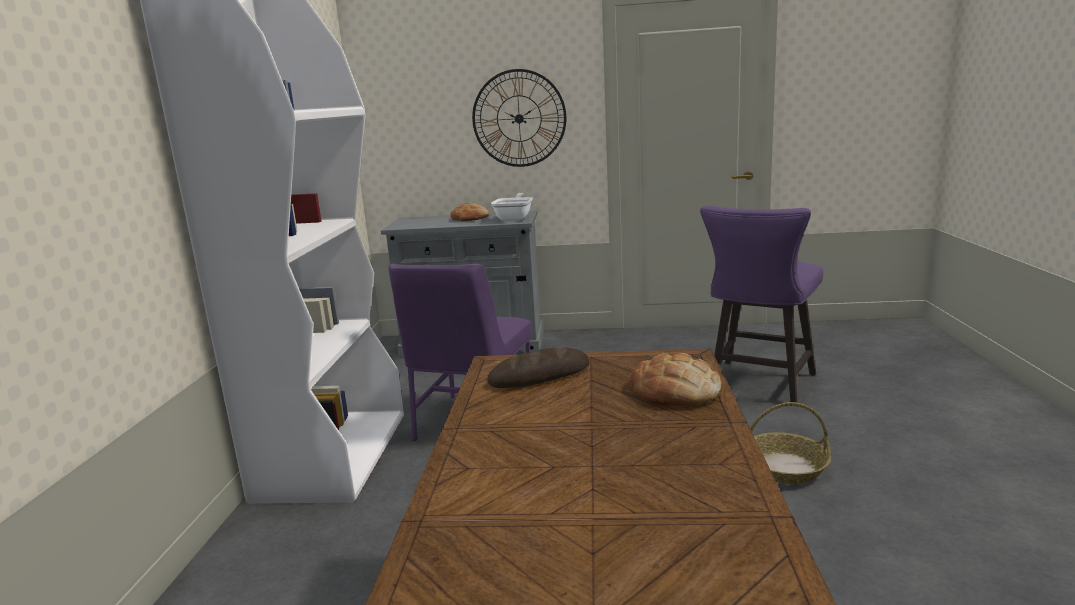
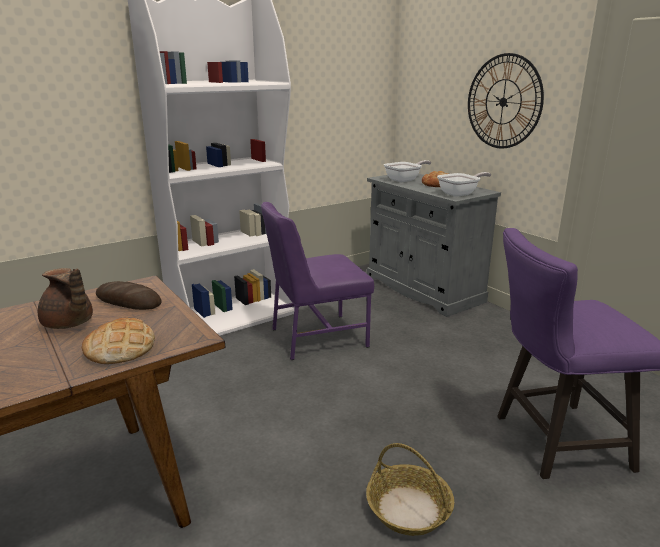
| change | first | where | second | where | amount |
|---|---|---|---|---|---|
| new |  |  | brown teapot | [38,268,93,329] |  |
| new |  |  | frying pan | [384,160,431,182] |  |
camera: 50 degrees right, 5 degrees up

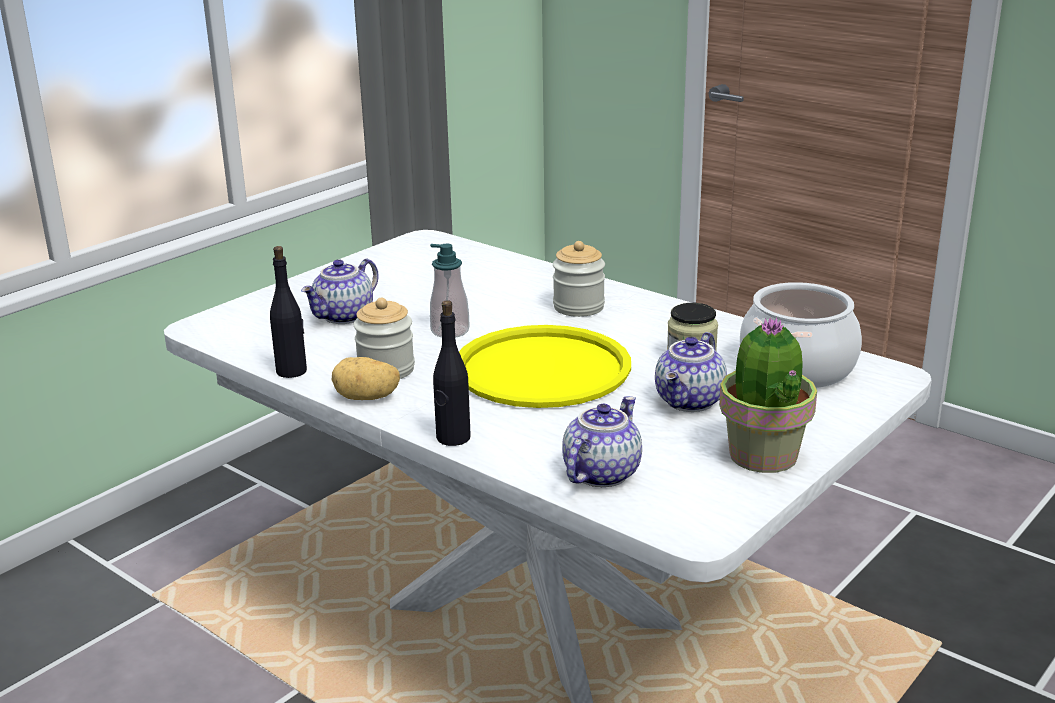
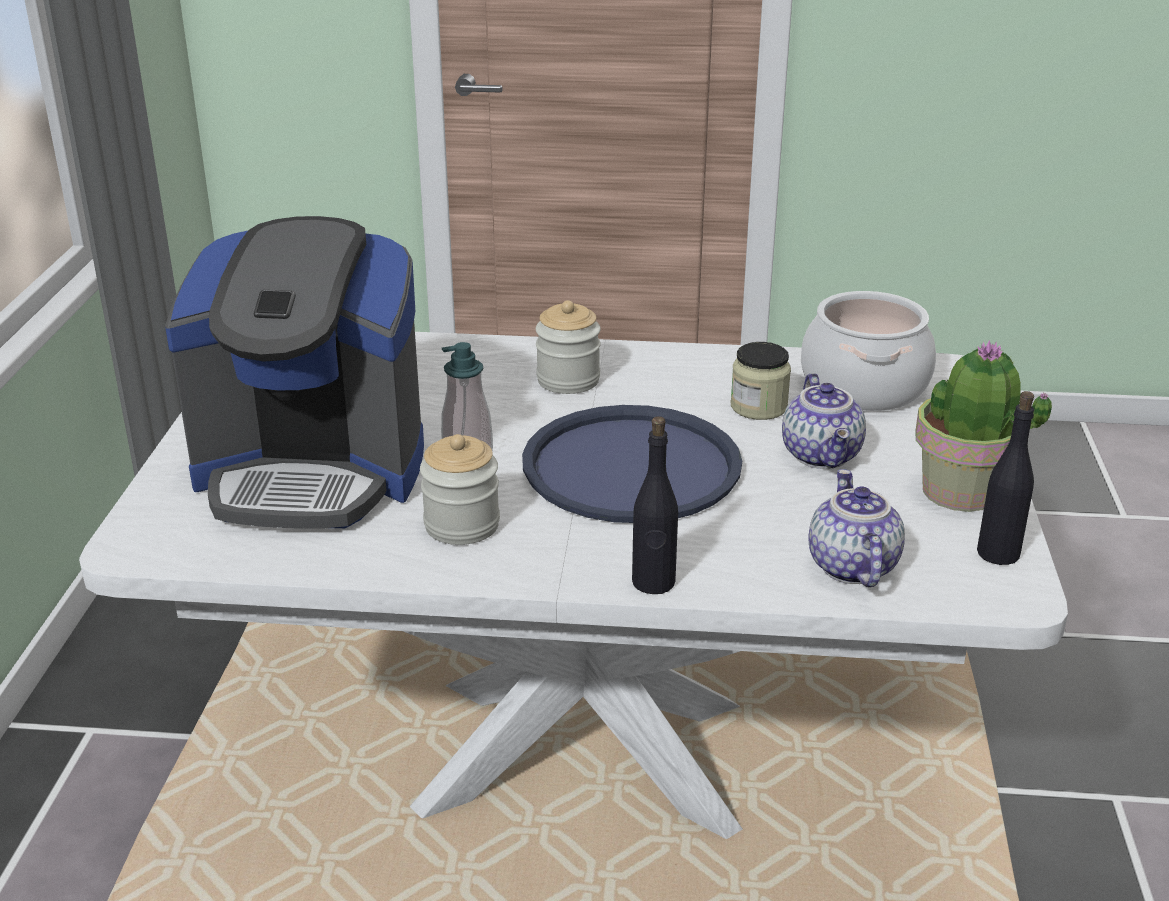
| change | first | where | second | where | amount |
|---|---|---|---|---|---|
| shifted | black bottle | [270,246,307,378] |  | [977,391,1034,565] |  |
| swapped | teapot | [301,259,379,324] | coffee machine | [165,216,424,529] |  |
| gone | potato | [332,357,400,400] |  |  |  |
| repainted | yellow tray | [459,325,631,408] | blue tray | [522,405,742,523] |  |
camera: 35 degrees left, 5 degrees up

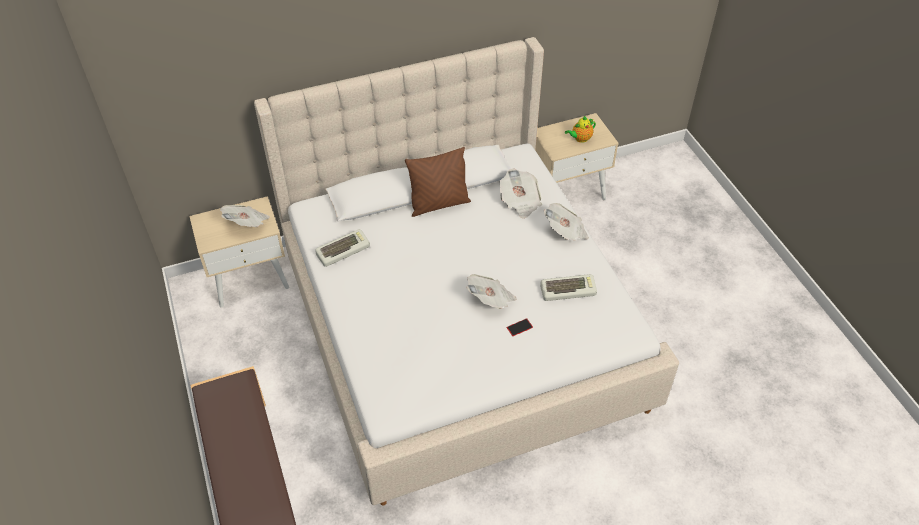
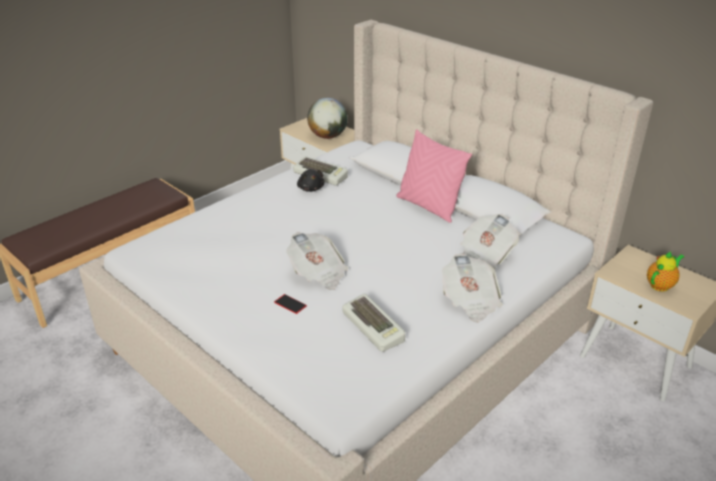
| change | first | where | second | where | amount |
|---|---|---|---|---|---|
| swapped | newspaper | [220,205,270,227] | globe | [307,98,348,139] |  |
| repainted | brown pillow | [405,147,471,217] | pink pillow | [396,129,472,223] |  |
| rotated | teapot | [565,116,596,143] |  | [647,251,685,292] | 105 degrees clockwise |
| new |  |  | black plush toy | [297,169,324,192] |  |
camera: 65 degrees right, 15 degrees down

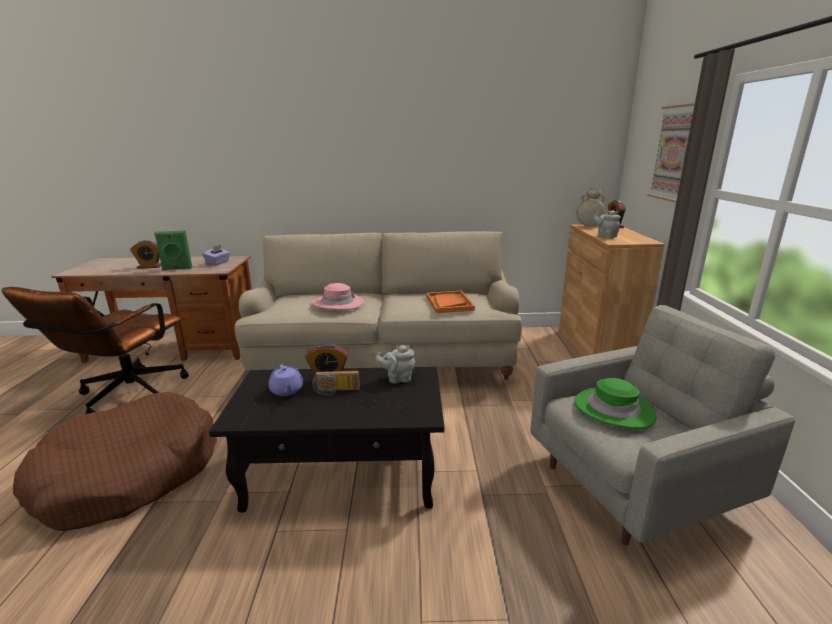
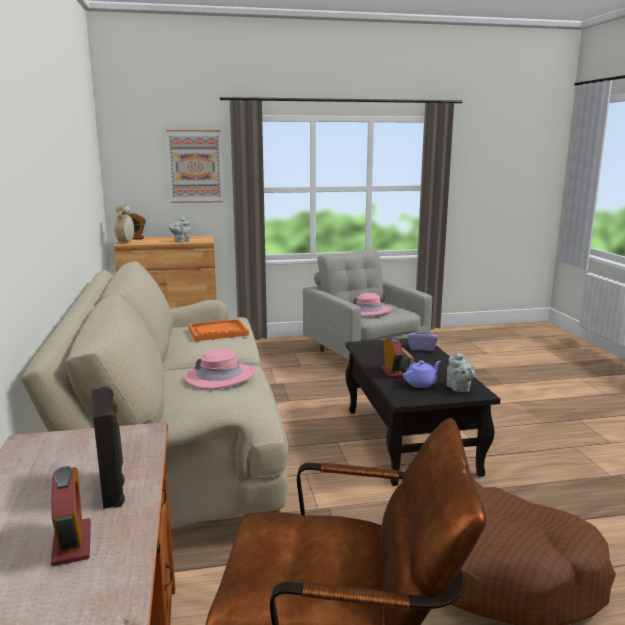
| change | first | where | second | where | amount |
|---|---|---|---|---|---|
| repainted | green speaker | [154,230,192,270] | black speaker | [92,386,125,509] |  |
| shifted | purple tissue box | [203,245,230,266] |  | [408,326,438,351] |  |
| shifted | grey teapot | [376,345,415,383] |  | [447,352,475,392] |  |
| repainted | green hat | [574,378,657,429] | pink hat | [353,293,392,316] |  |
camera: 100 degrees left, 5 degrees down

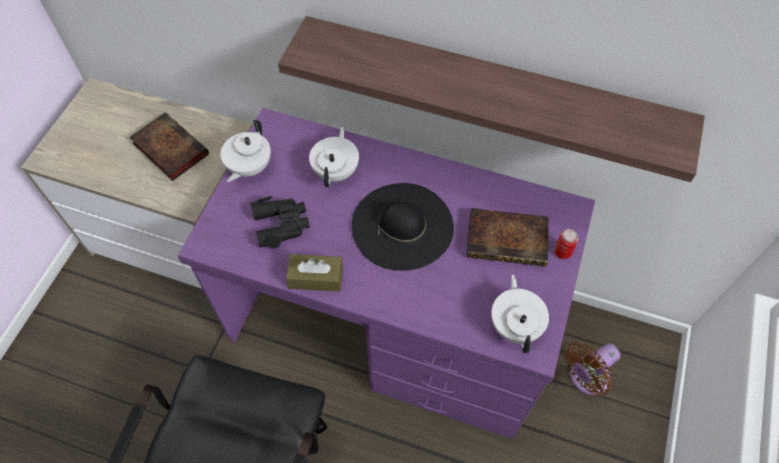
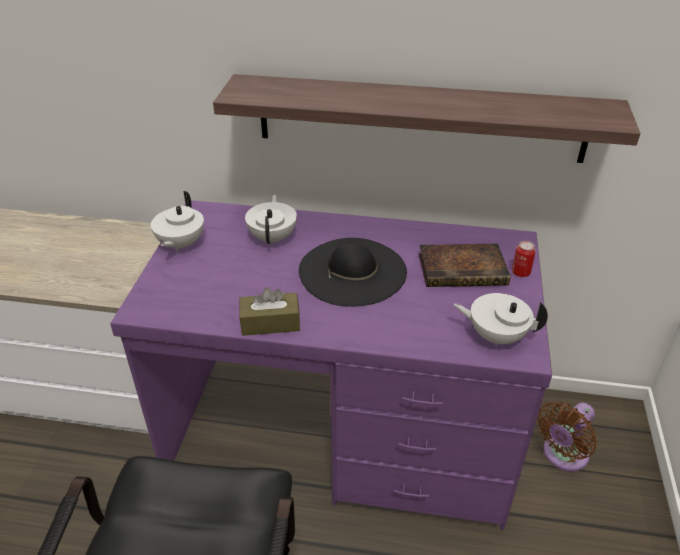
| change | first | where | second | where | amount |
|---|---|---|---|---|---|
| gone | book | [130,112,209,181] |  |  |  |
| gone | black binoculars | [250,196,310,249] |  |  |  |
| rotated | white teapot | [491,275,549,353] |  | [454,293,548,346] | 60 degrees counterclockwise |
camera: 10 degrees left, 20 degrees down

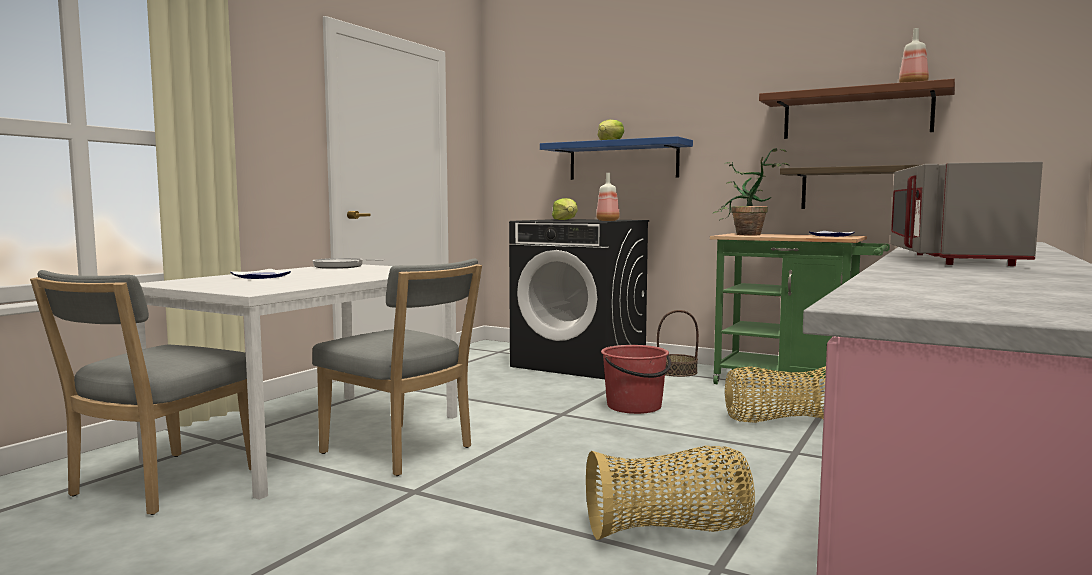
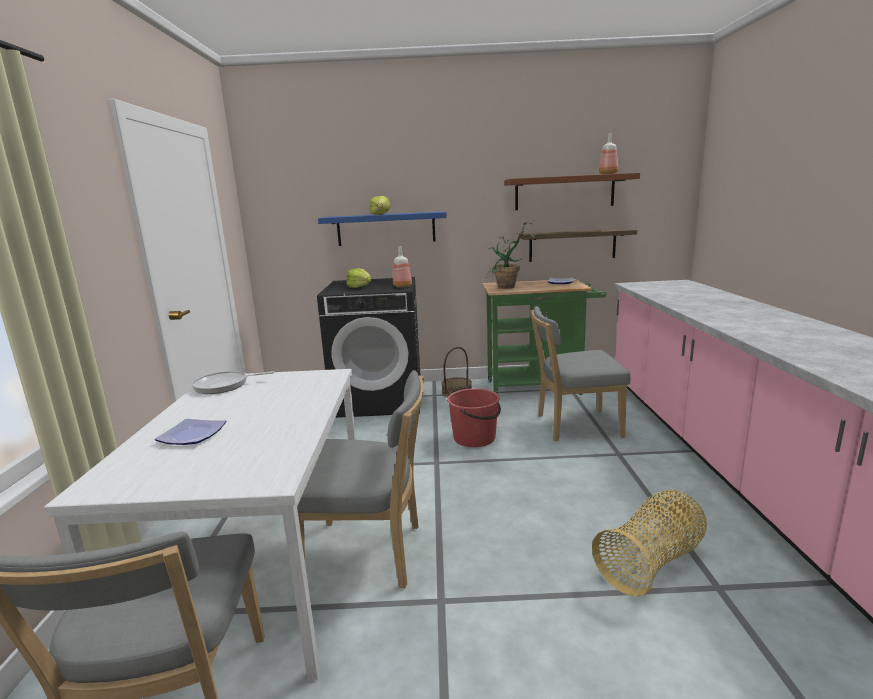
| change | first | where | second | where | amount |
|---|---|---|---|---|---|
| swapped | basket | [725,366,826,423] | grey chair | [530,306,630,442] |  |
| gone | grey microwave | [890,161,1043,266] |  |  |  |
camera: 30 degrees left, 10 degrees up

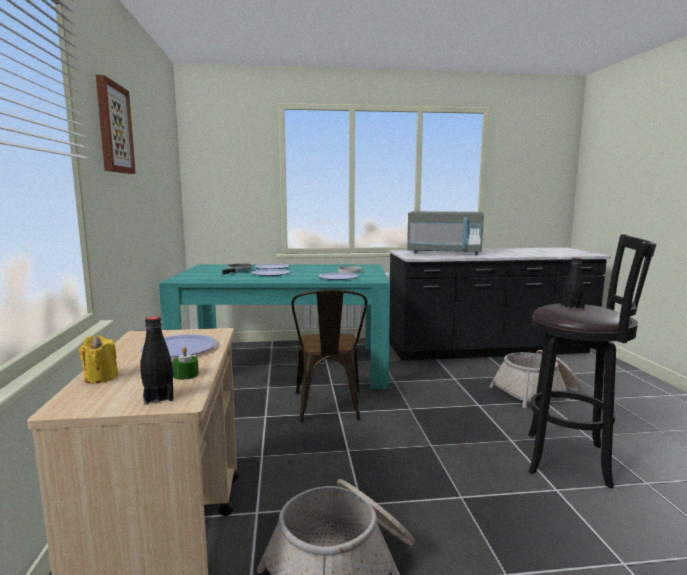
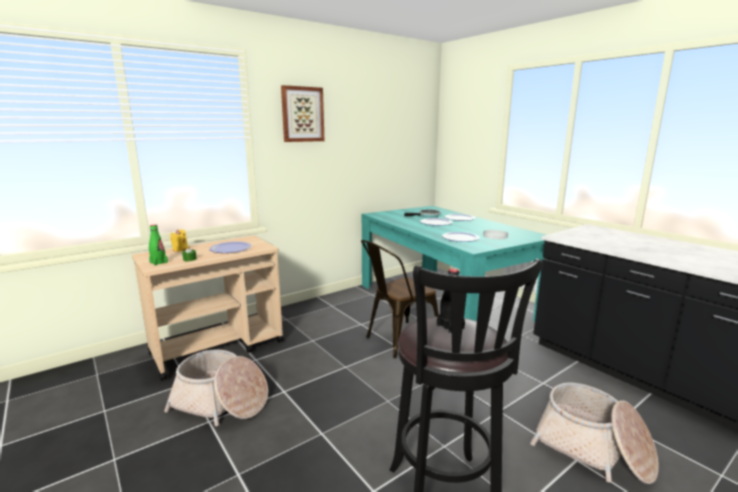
| change | first | where | second | where | amount |
|---|---|---|---|---|---|
| repainted | black bottle | [140,316,174,405] | green bottle | [149,225,168,266] |  |
| gone | grey microwave | [407,211,484,255] |  |  |  |
camera: 60 degrees right, 5 degrees up

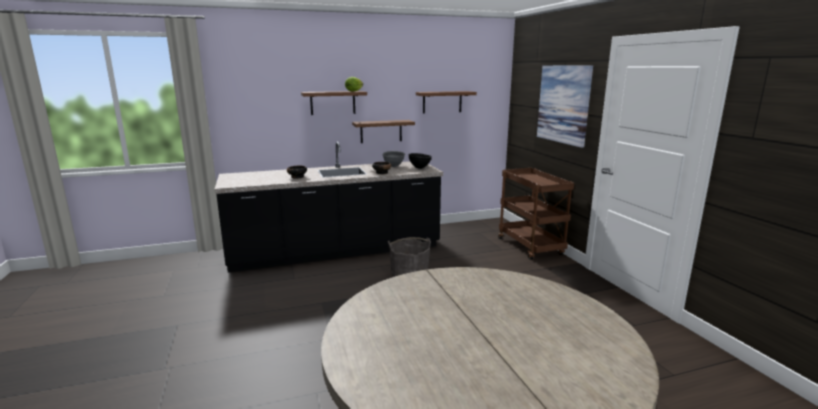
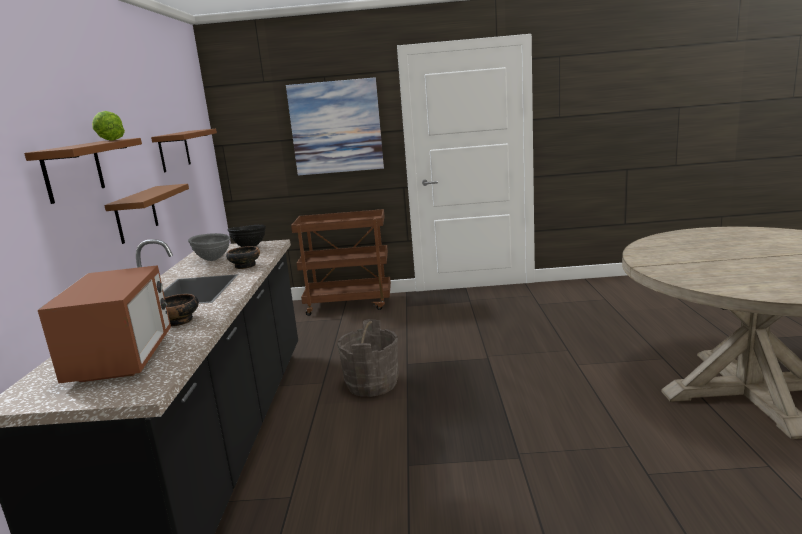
| change | first | where | second | where | amount |
|---|---|---|---|---|---|
| new |  |  | microwave | [38,265,171,383] |  |
camera: 70 degrees left, 0 degrees up

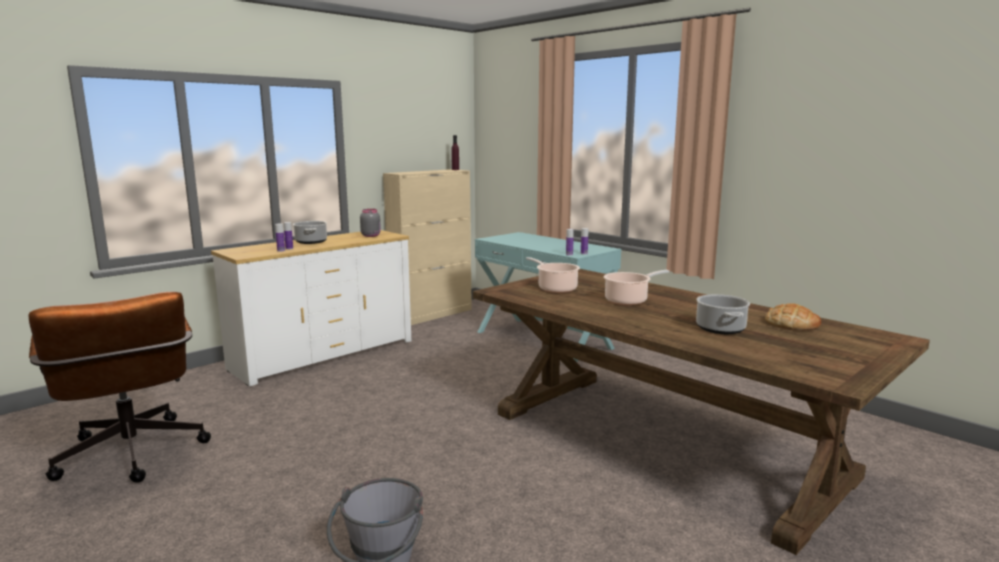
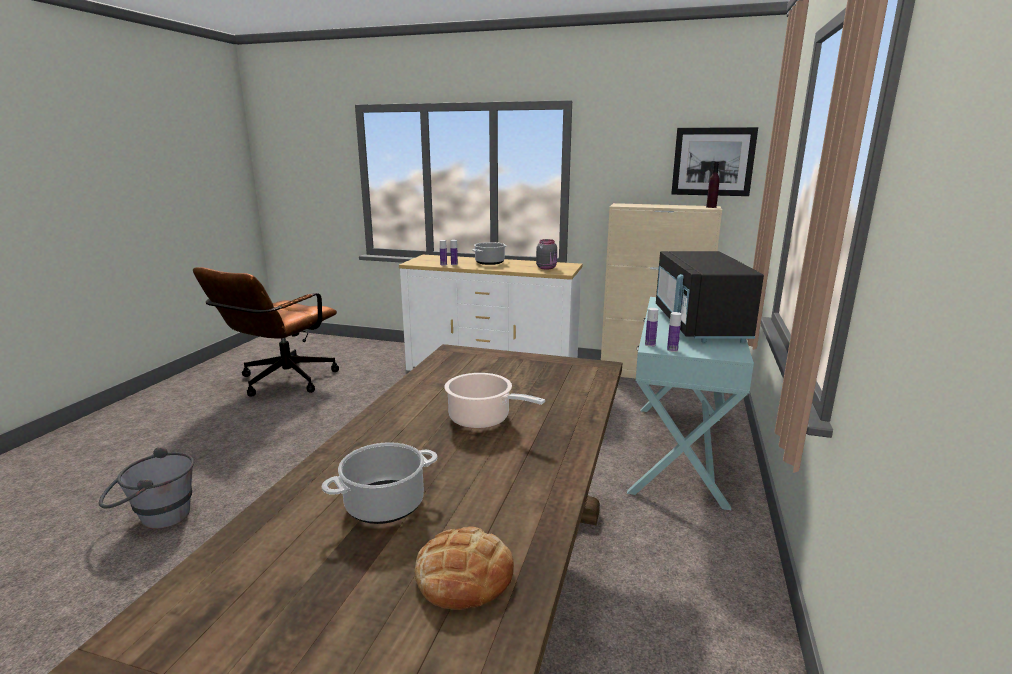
| change | first | where | second | where | amount |
|---|---|---|---|---|---|
| gone | cooking pot | [526,257,580,293] |  |  |  |
| new |  |  | black microwave | [656,251,764,343] |  |
| new |  |  | picture | [671,127,758,196] |  |
camera: 60 degrees right, 5 degrees up

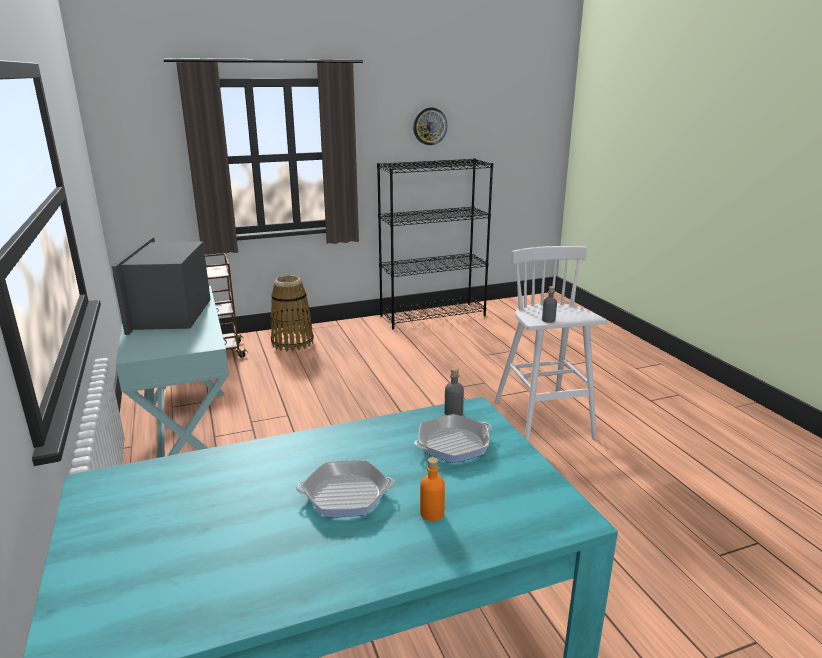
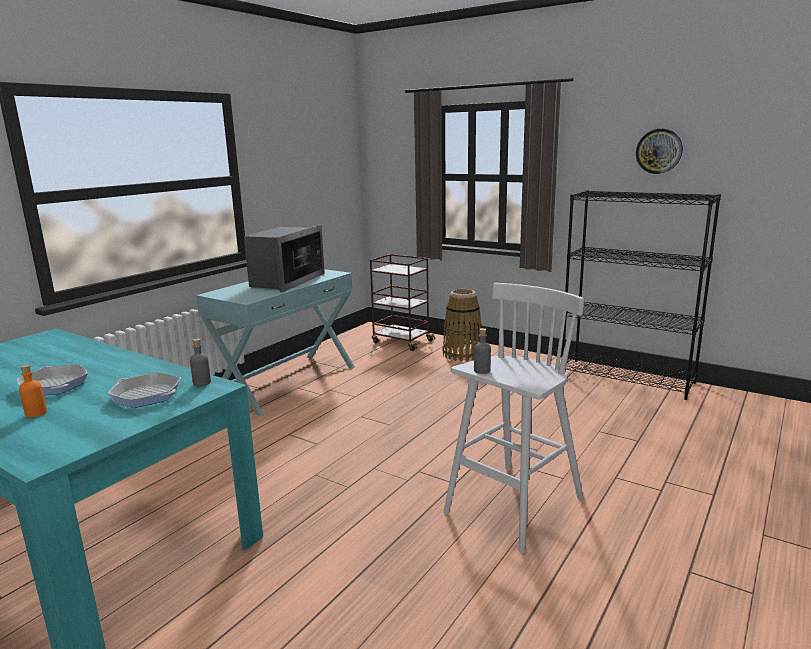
| change | first | where | second | where | amount |
|---|---|---|---|---|---|
| rotated | microwave | [112,237,211,335] |  | [244,225,325,292] | 150 degrees clockwise |
camera: 55 degrees right, 5 degrees down

